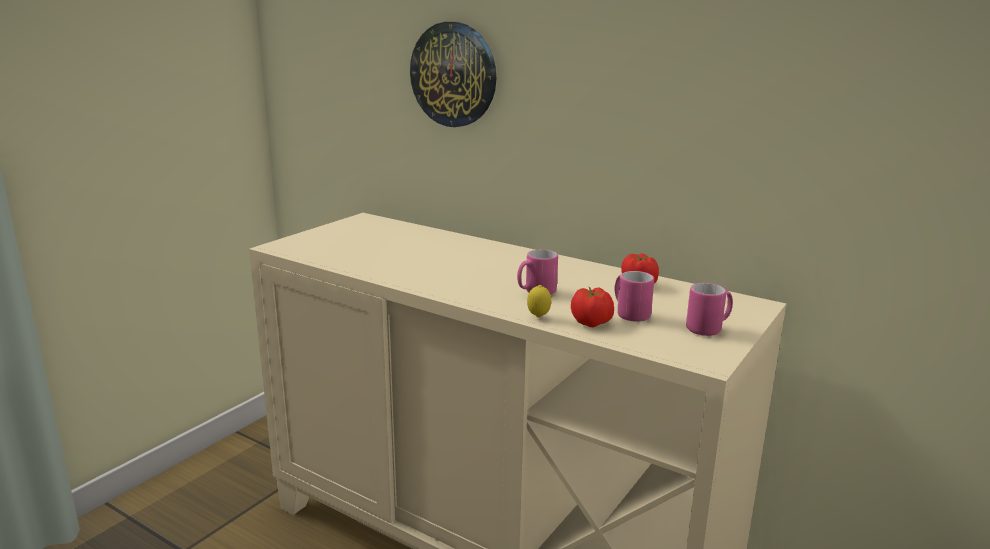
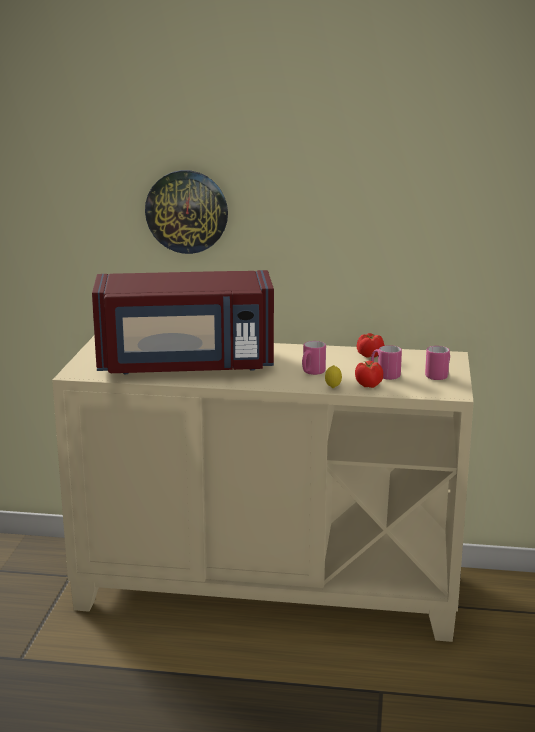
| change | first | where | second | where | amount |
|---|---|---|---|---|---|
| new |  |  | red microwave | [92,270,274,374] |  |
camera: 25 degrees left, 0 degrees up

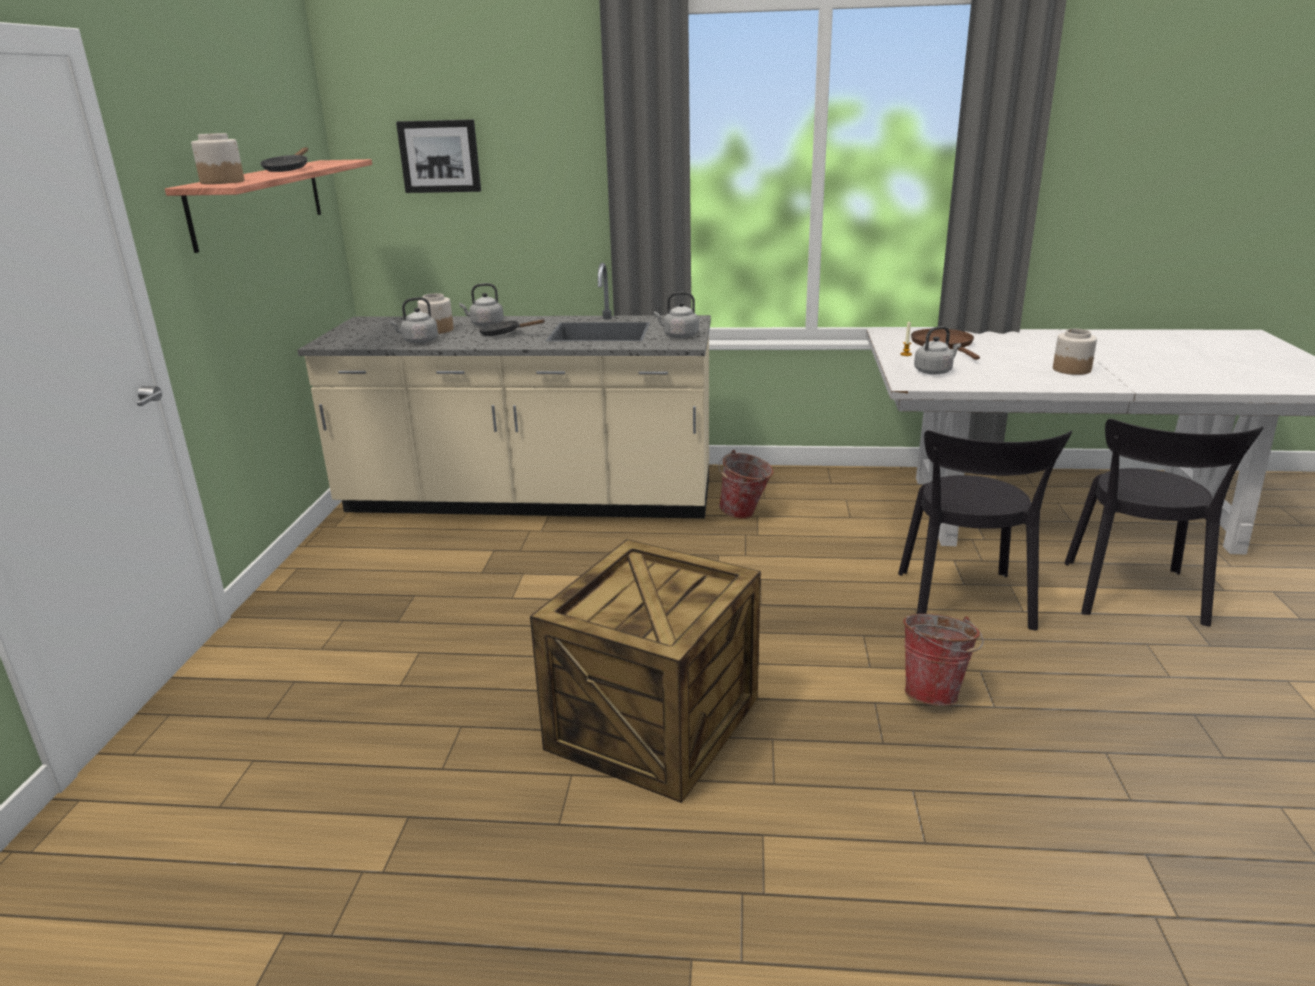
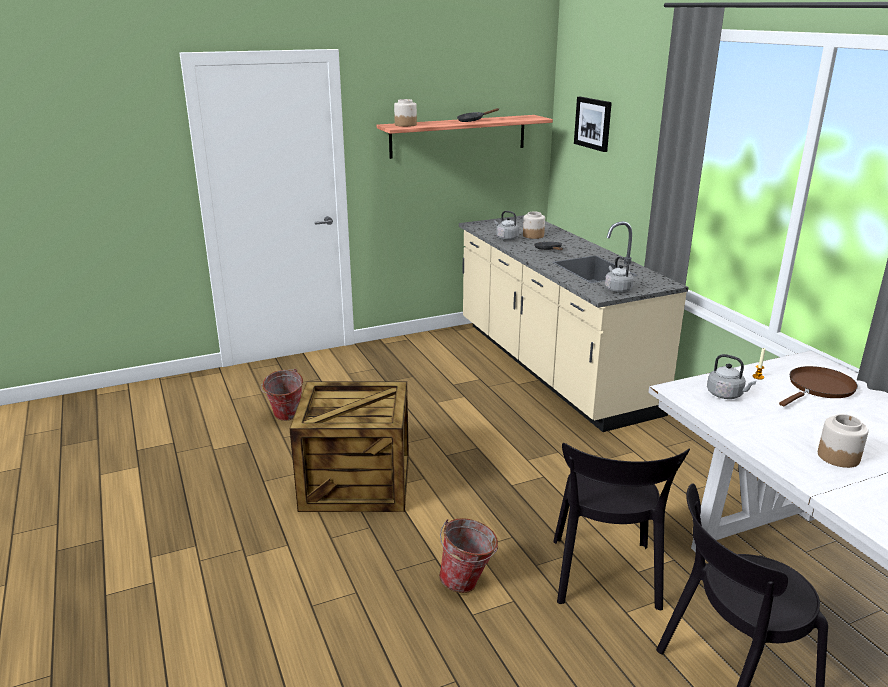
| change | first | where | second | where | amount |
|---|---|---|---|---|---|
| gone | grey kettle | [459,283,504,327] |  |  |  |
| shifted | bucket | [718,450,773,519] |  | [261,369,303,421] |  |
| rotated | black chair | [898,430,1072,631] |  | [553,443,690,610] | 60 degrees counterclockwise |
camera: 60 degrees right, 0 degrees up

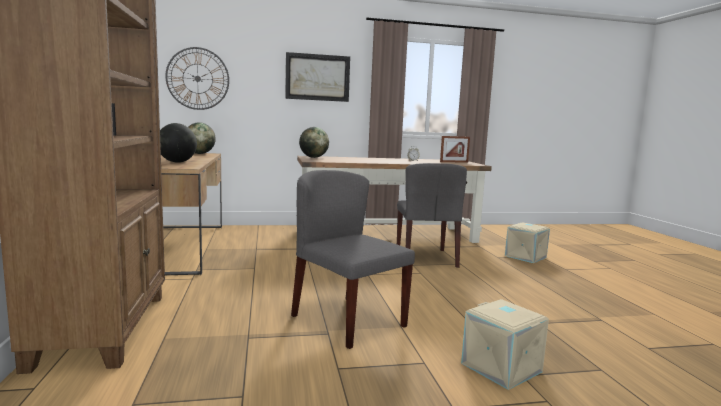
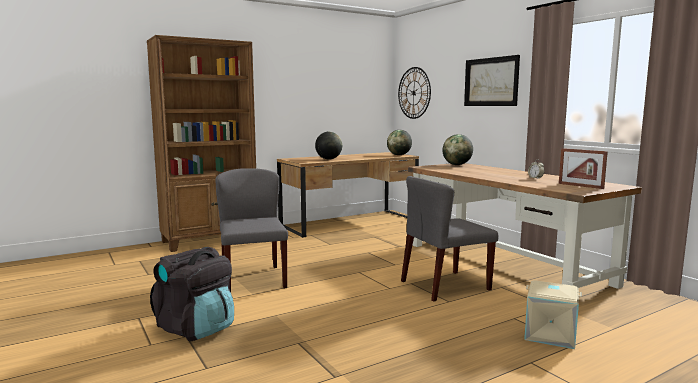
| change | first | where | second | where | amount |
|---|---|---|---|---|---|
| rotated | grey chair | [291,170,415,349] |  | [215,168,288,292] | 45 degrees counterclockwise |
| swapped | beige storage box | [461,299,549,390] | black backpack | [150,247,234,341] |  |
camera: 70 degrees right, 0 degrees up

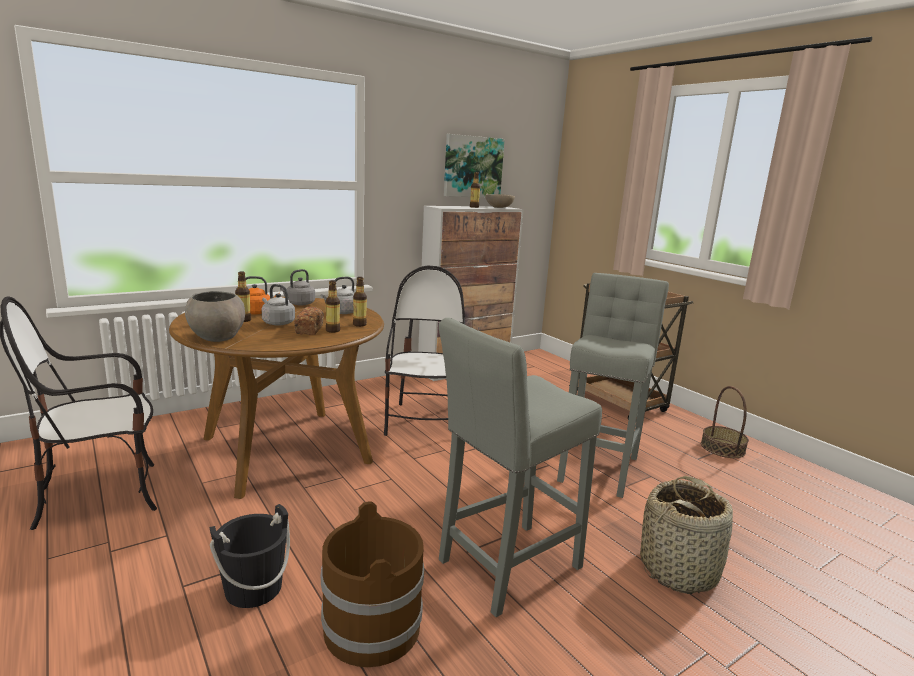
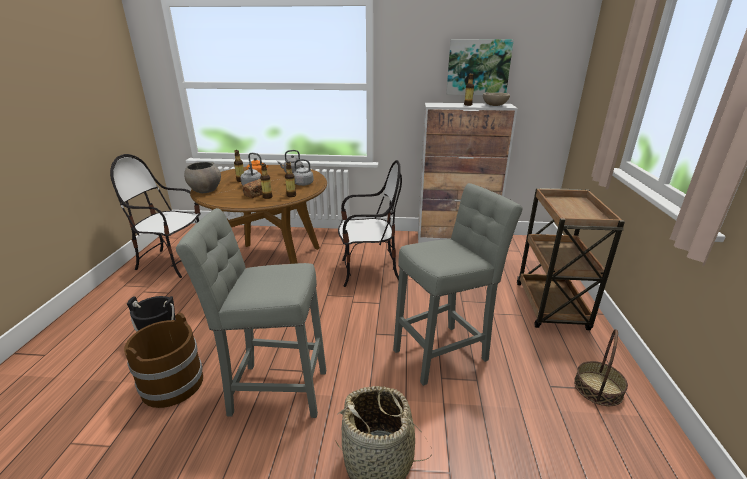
| change | first | where | second | where | amount |
|---|---|---|---|---|---|
| rotated | chair | [384,266,465,436] |  | [338,160,402,287] | 45 degrees clockwise |
camera: 40 degrees right, 10 degrees up

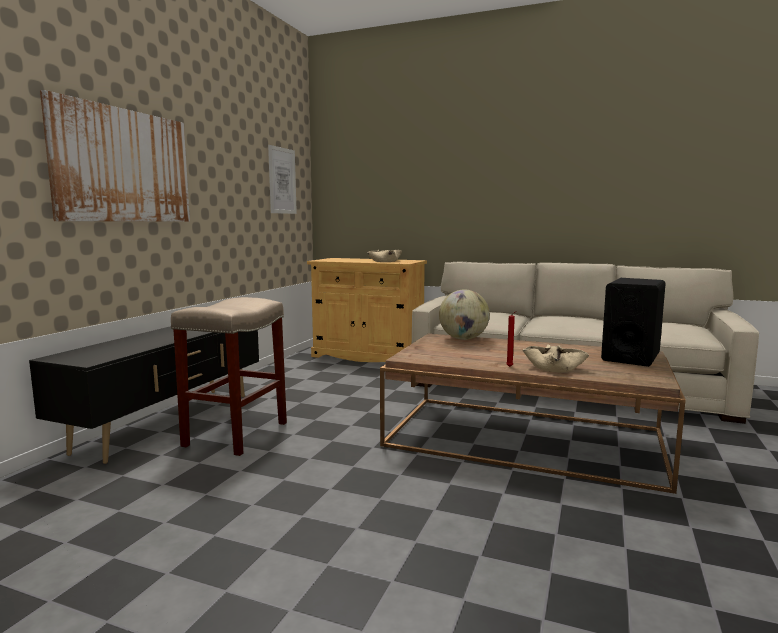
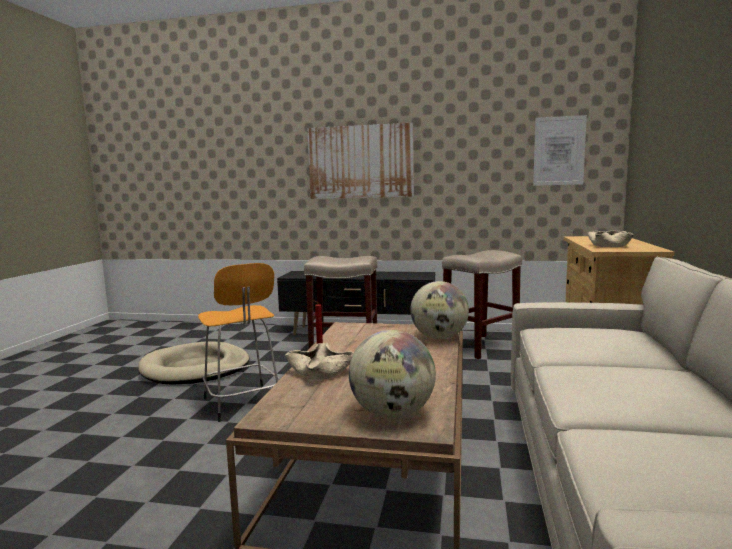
| change | first | where | second | where | amount |
|---|---|---|---|---|---|
| swapped | black speaker | [601,278,666,367] | globe | [349,330,436,419] |  |
| new |  |  | beige dog bed | [138,341,249,385] |  |
| new |  |  | orange stool | [198,263,280,422] |  |
| new |  |  | beige stool | [442,250,522,359] |  |
camera: 80 degrees right, 0 degrees up

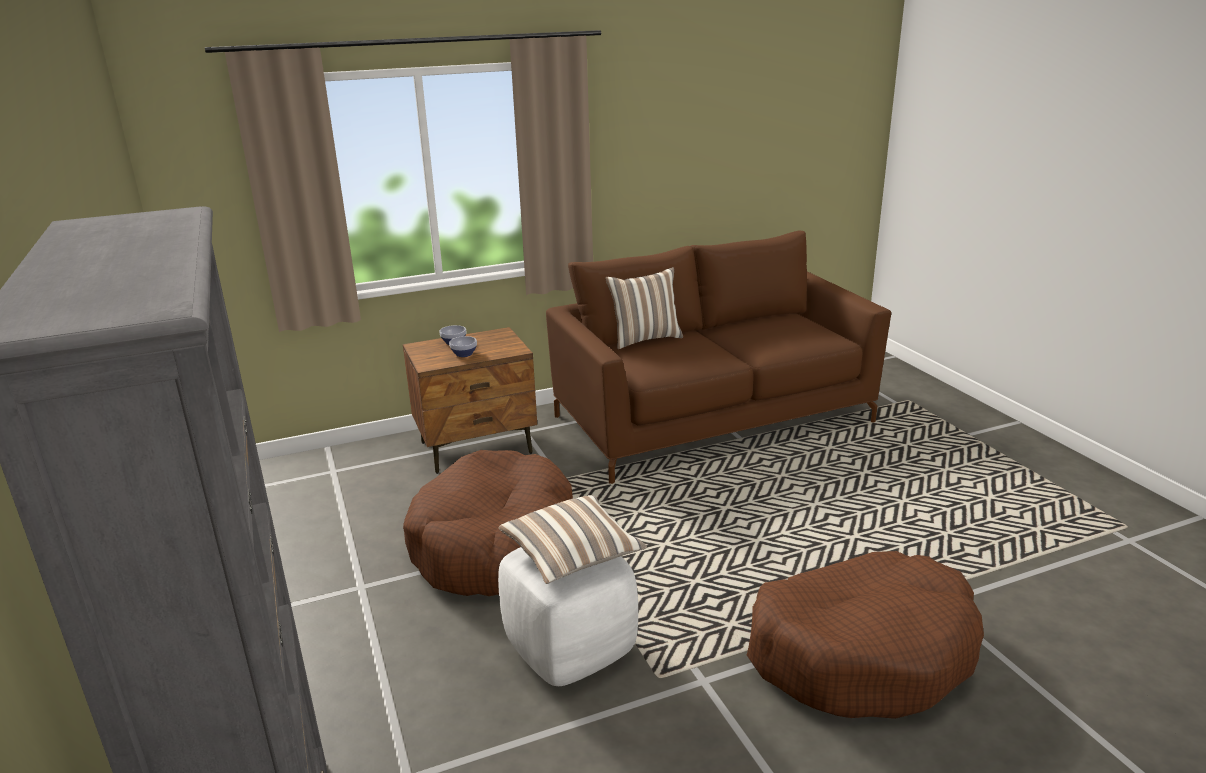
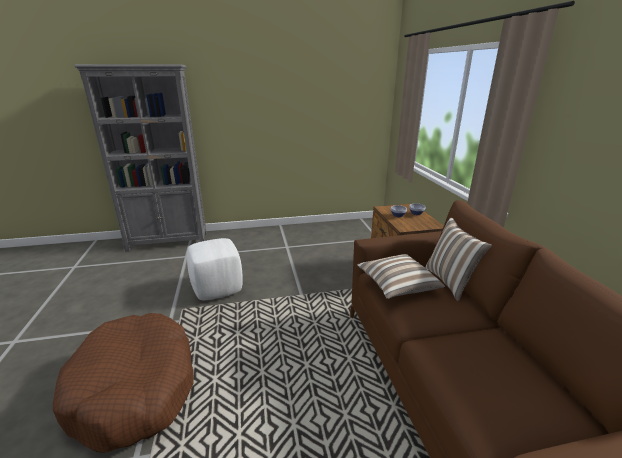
| change | first | where | second | where | amount |
|---|---|---|---|---|---|
| gone | brown dog bed | [403,450,573,596] |  |  |  |
| shifted | pillow | [499,495,647,584] |  | [357,254,445,299] |  |
camera: 100 degrees right, 0 degrees up

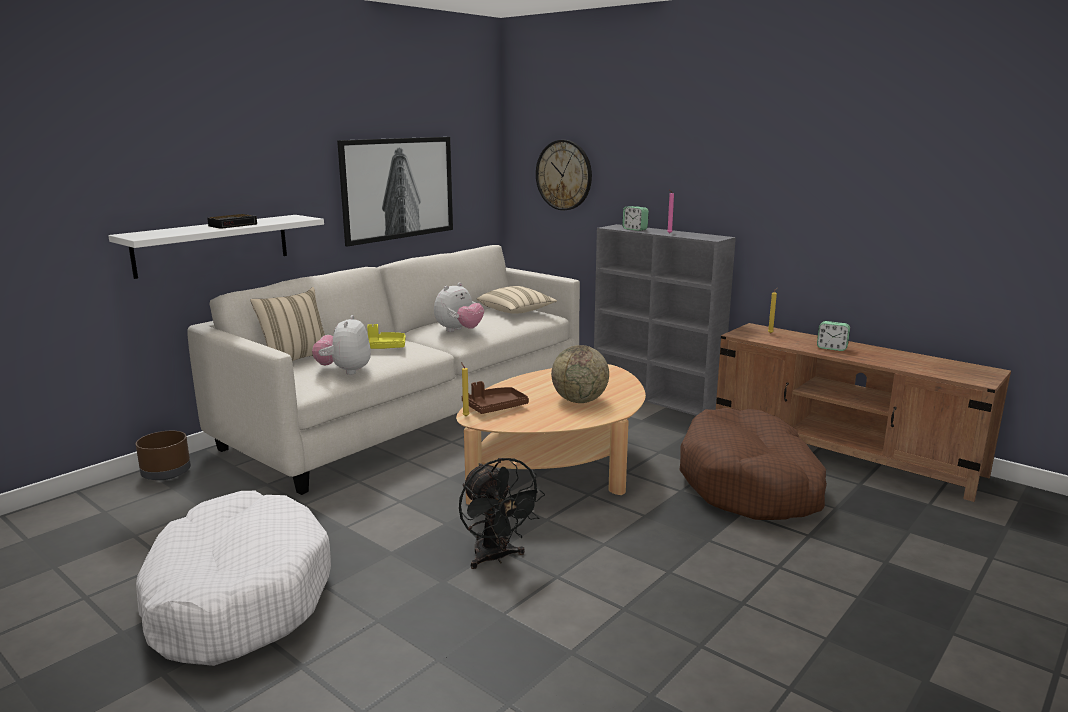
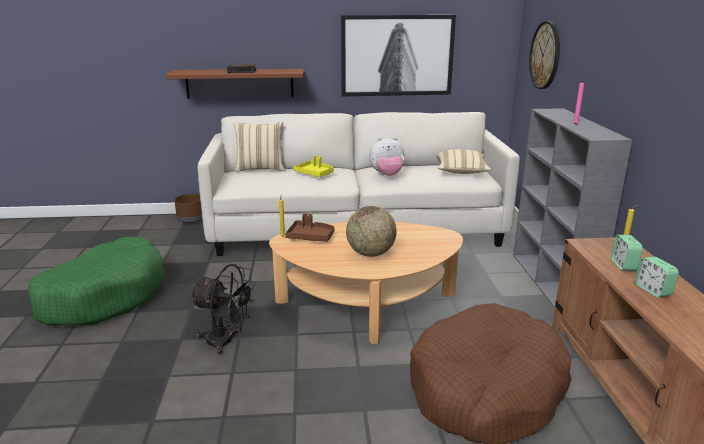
| change | first | where | second | where | amount |
|---|---|---|---|---|---|
| repainted | white shelf | [108,215,324,279] | brown shelf | [166,69,303,99] |  |
| repainted | white dog bed | [136,491,331,666] | green dog bed | [28,237,164,326] |  |
| gone | plush toy | [312,315,371,375] |  |  |  |
| rotated | black fan | [459,458,545,569] |  | [189,264,256,355] | 90 degrees counterclockwise |
| shifted | alarm clock | [622,206,649,231] |  | [611,235,643,271] |  |
camera: 45 degrees right, 5 degrees up

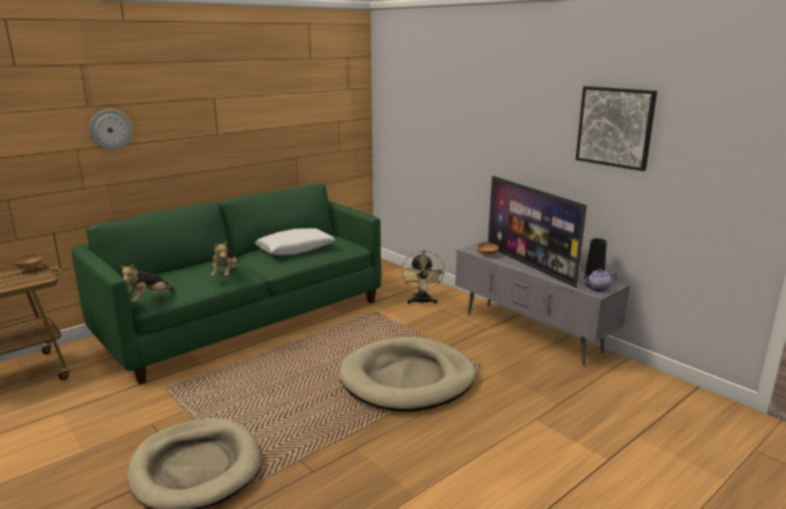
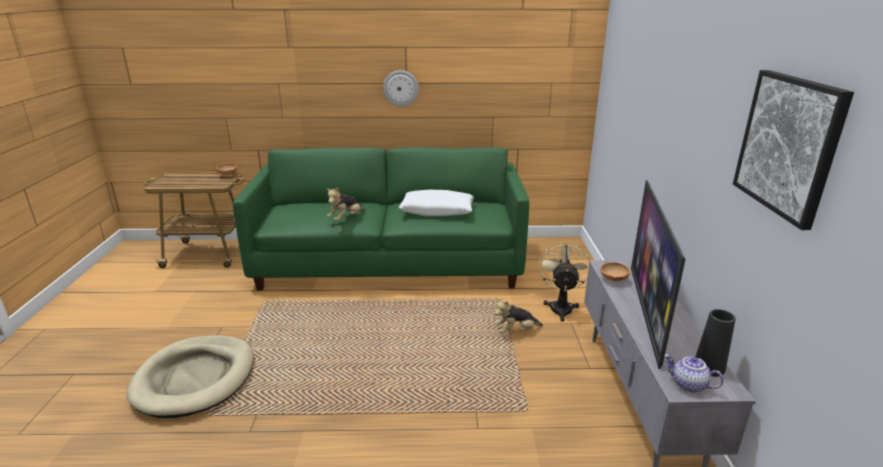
| change | first | where | second | where | amount |
|---|---|---|---|---|---|
| shifted | wall clock | [89,109,133,151] |  | [383,70,419,106] |  |
| shifted | plush toy | [120,264,174,302] |  | [495,298,543,333] |  |
| gone | beige dog bed | [339,337,476,412] |  |  |  |
| rotated | beige fan | [401,250,445,305] |  | [539,241,589,322] | 150 degrees clockwise |
camera: 40 degrees right, 5 degrees up

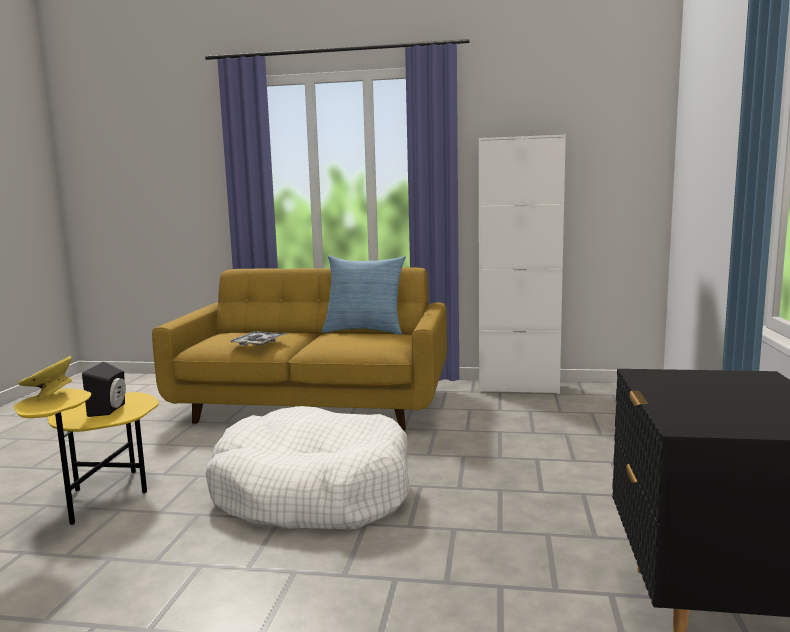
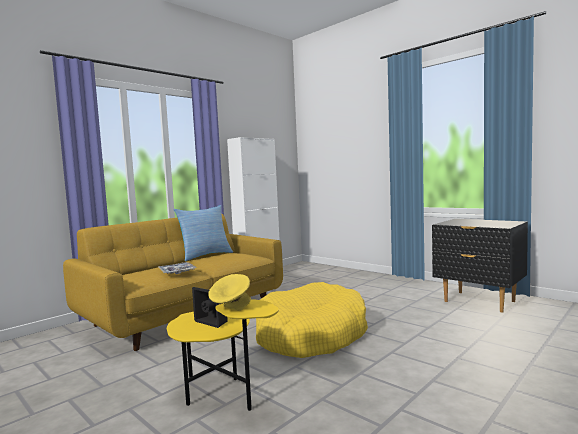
| change | first | where | second | where | amount |
|---|---|---|---|---|---|
| repainted | white dog bed | [206,406,409,529] | yellow dog bed | [256,282,368,358] |  |
camera: 55 degrees left, 5 degrees down

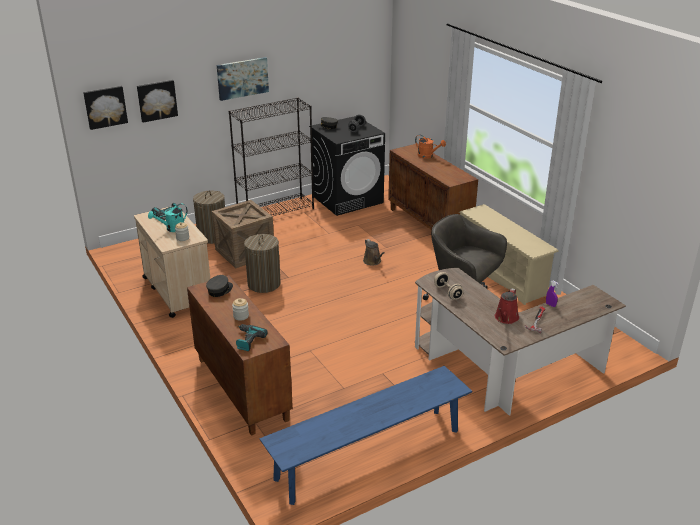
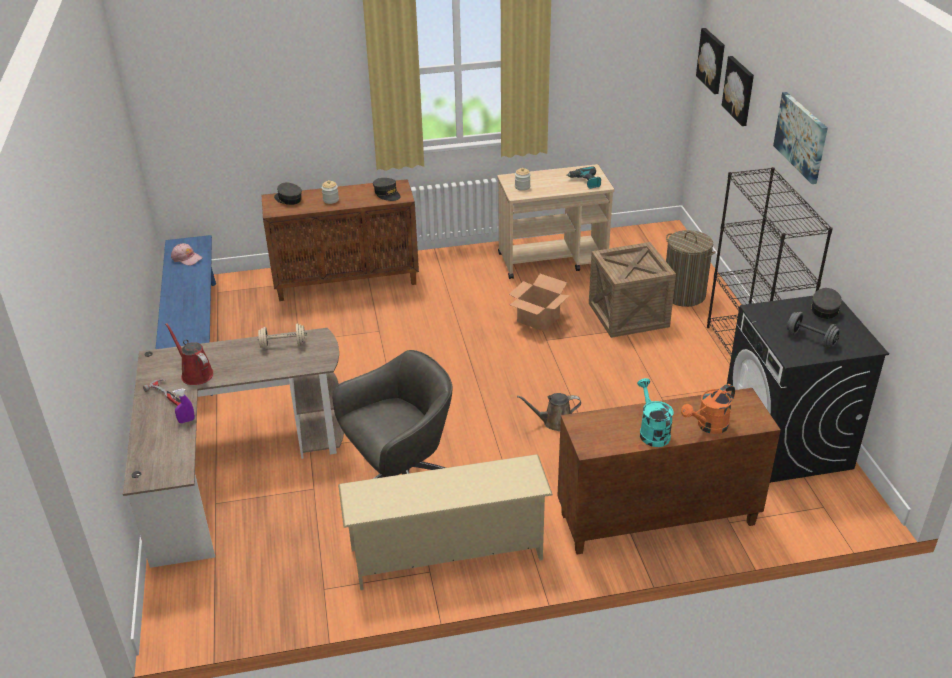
| change | first | where | second | where | amount |
|---|---|---|---|---|---|
| shifted | turquoise watering can | [148,203,188,232] |  | [637,378,673,447] |  |
| swapped | power drill | [236,324,267,351] | grey cap | [274,183,302,205] |  |
| swapped | laundry basket | [244,234,281,293] | cardboard box | [508,274,570,332] |  |
| new |  |  | pink cap | [171,243,202,265] |  |
camera: 110 degrees right, 5 degrees up

